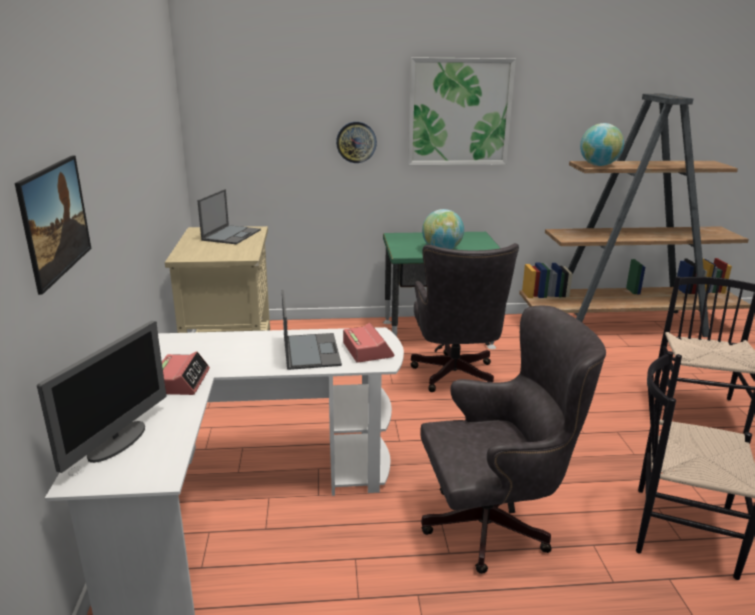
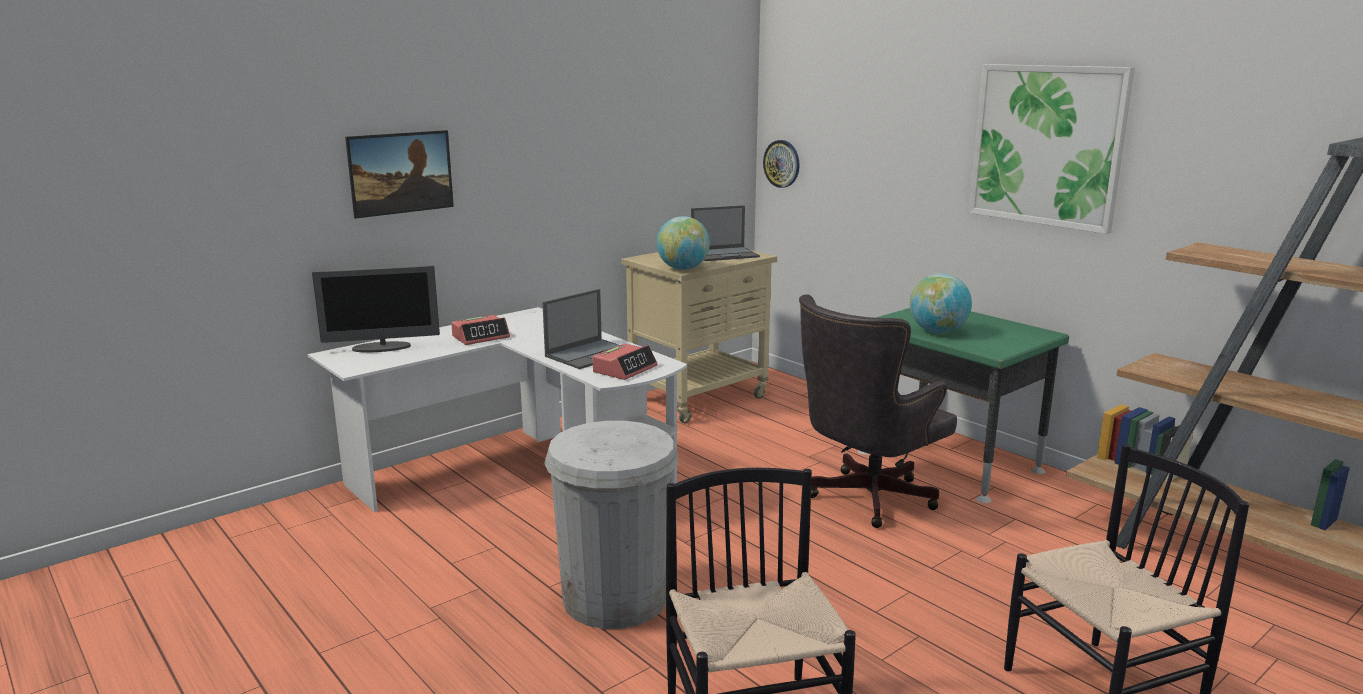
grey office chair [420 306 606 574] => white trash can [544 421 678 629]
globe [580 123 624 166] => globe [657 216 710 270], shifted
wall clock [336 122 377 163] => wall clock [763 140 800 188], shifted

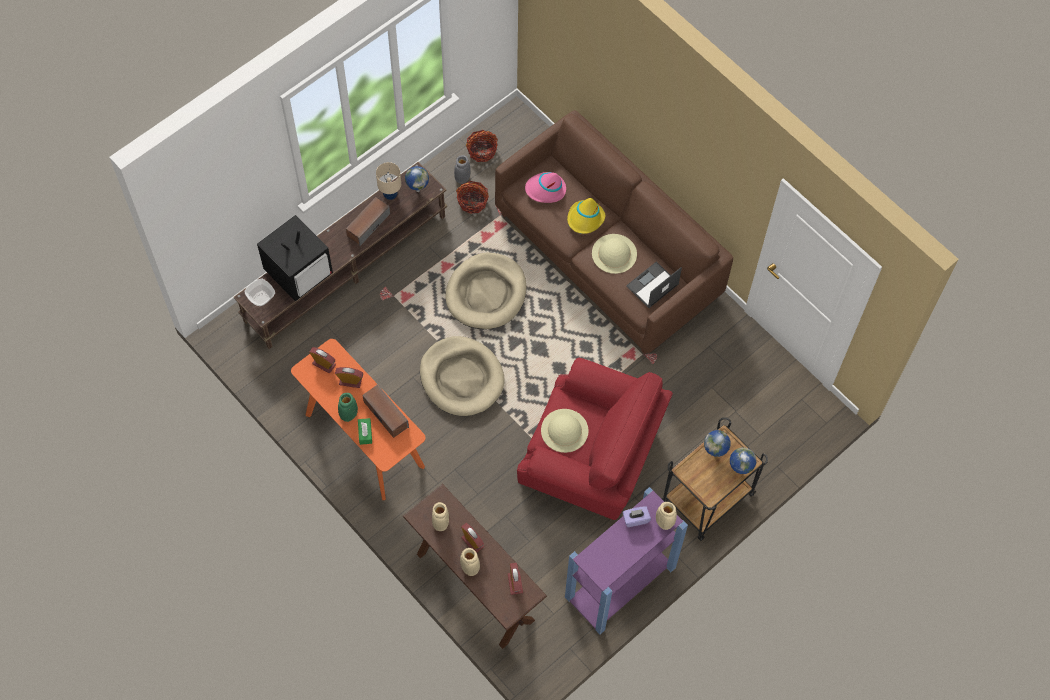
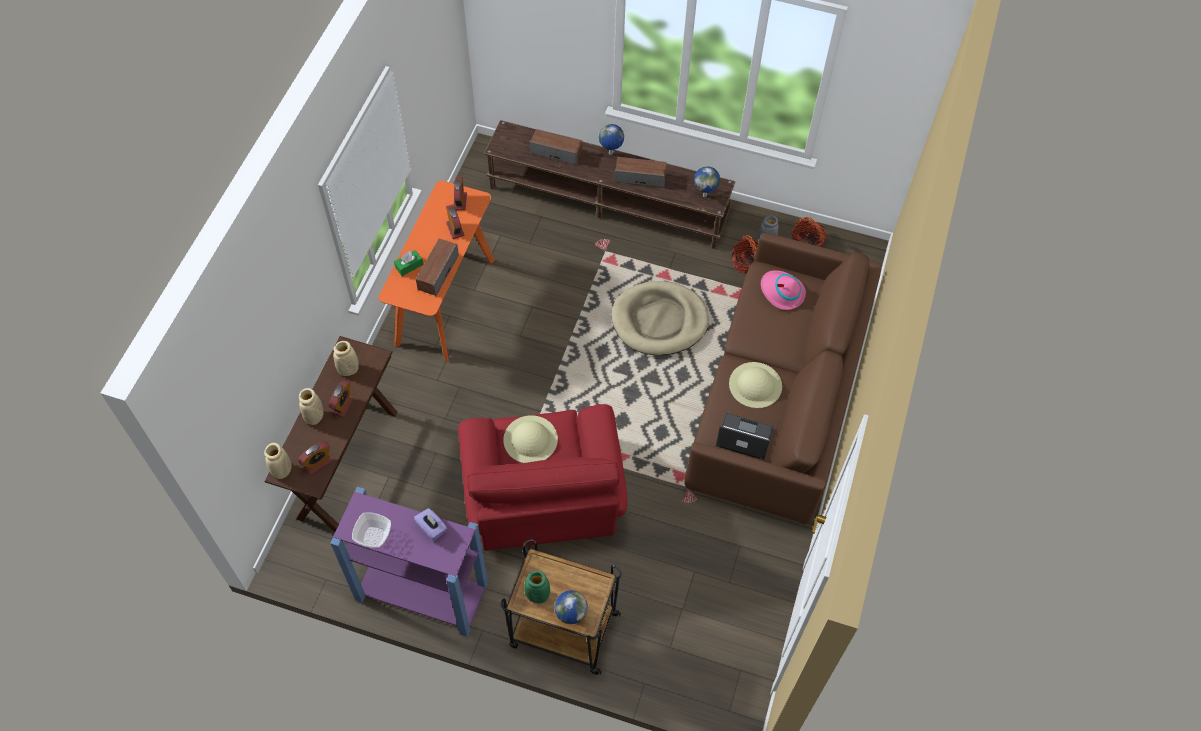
beige vase [656 502 677 530] => beige vase [264 443 292 479], shifted
bowl [244 278 275 306] => bowl [352 512 391 548], shifted
green vase [338 393 358 422] => green vase [524 571 550 604], shifted
television [257 215 333 302] => speaker [530 129 582 165]
globe [704 430 731 457] => globe [599 124 624 155], shifted
beige table lamp [376 162 401 200] => nothing
beige dog bed [420 336 505 416] => nothing
yellow hat [567 198 605 234] => nothing

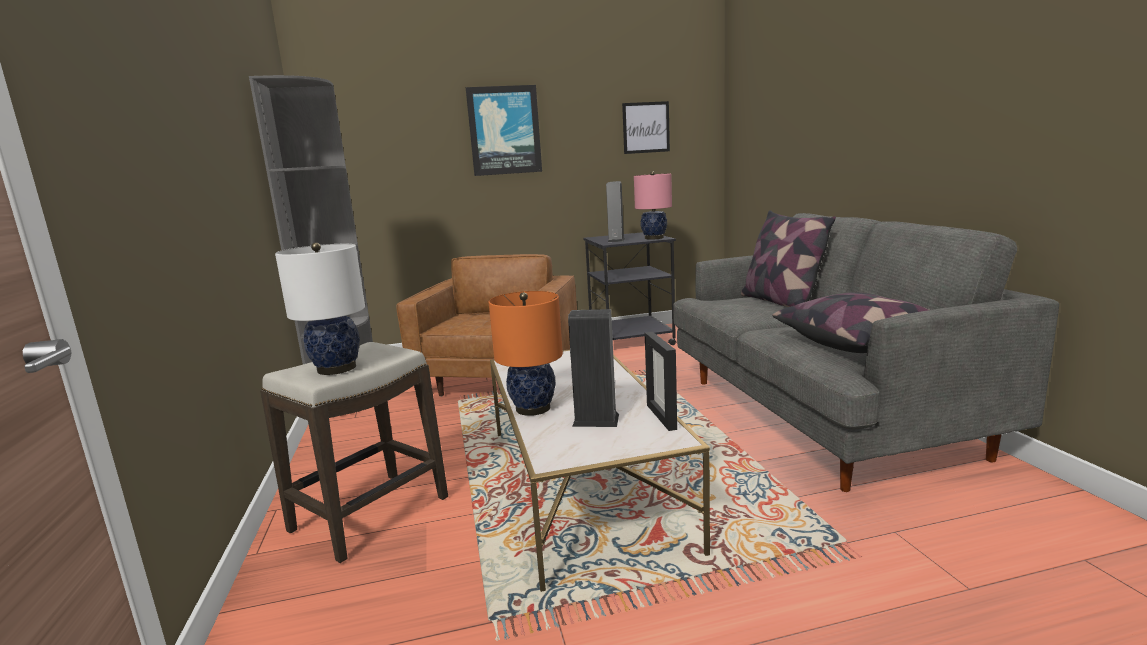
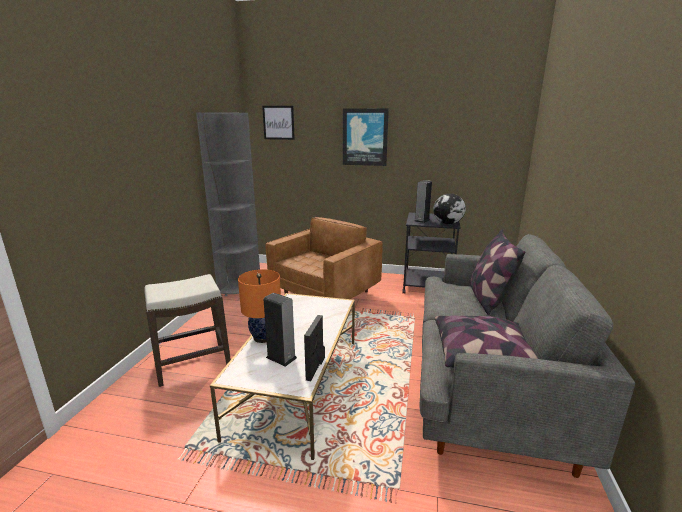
picture [622 101 670 154] => picture [262 106 295 140], shifted
pink table lamp [634 172 672 240] => globe [433 193 466 224]
white table lamp [275 242 365 375] => nothing

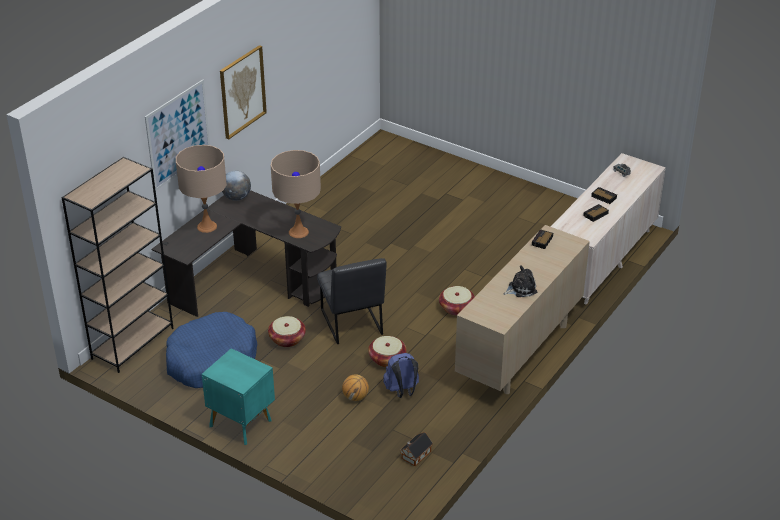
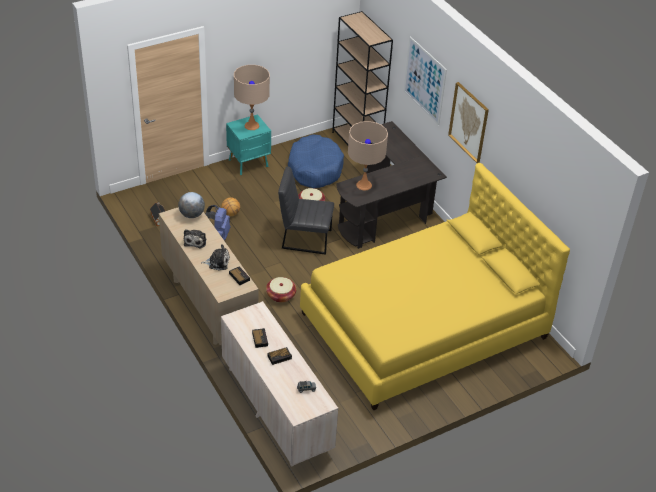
globe [222 171 251 201] => globe [178 192 205 218], shifted
nothing => plush toy [201 244 230 271]
beige table lamp [176 145 227 233] => beige table lamp [234 65 270 130], shifted
nothing => yellow bed [300 163 570 410]
basket [368 336 407 367] => nothing

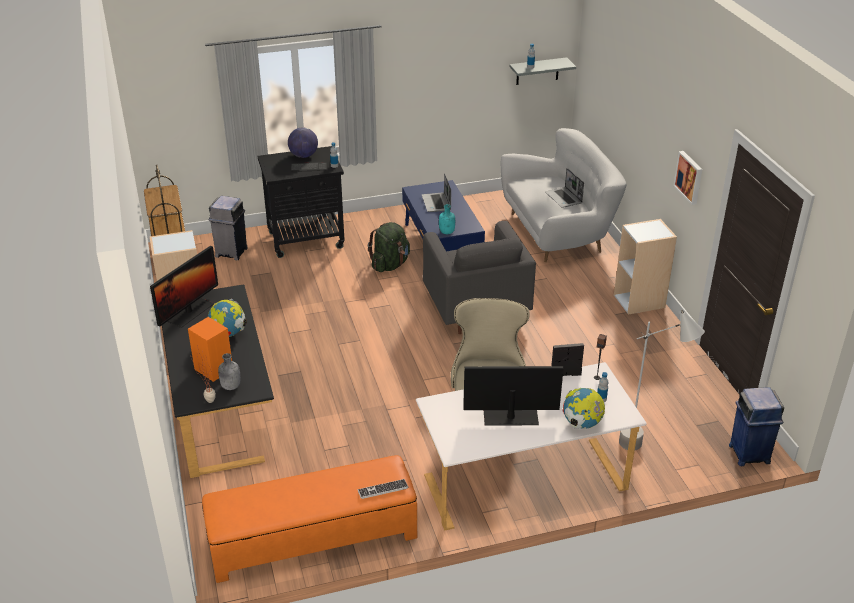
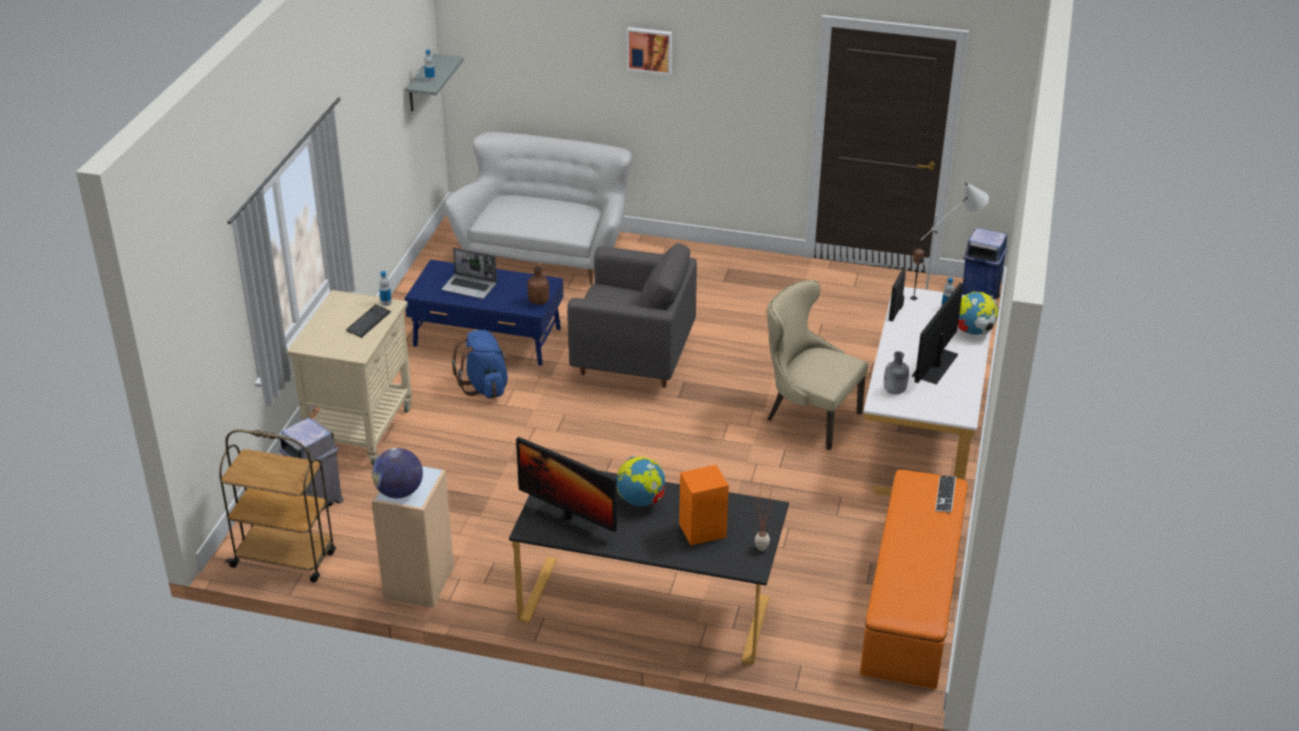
black cart [257 146 345 258] => beige cart [287 290 412 465]
globe [288 127 318 158] => globe [372 448 423 498], shifted
green backpack [368 222 410 272] => blue backpack [452 330 510 398]
monitor [150 246 218 328] => monitor [516 437 617 540], 150 degrees clockwise
turquoise bottle [439 204 455 234] => brown bottle [527 266 549 305]
picture [673 151 702 205] => picture [627 27 672 75], shifted
grey bottle [218 353 241 390] => grey bottle [884 351 909 394], shifted
laptop [545 168 584 208] => nothing
bookcase [614 219 677 315] => nothing

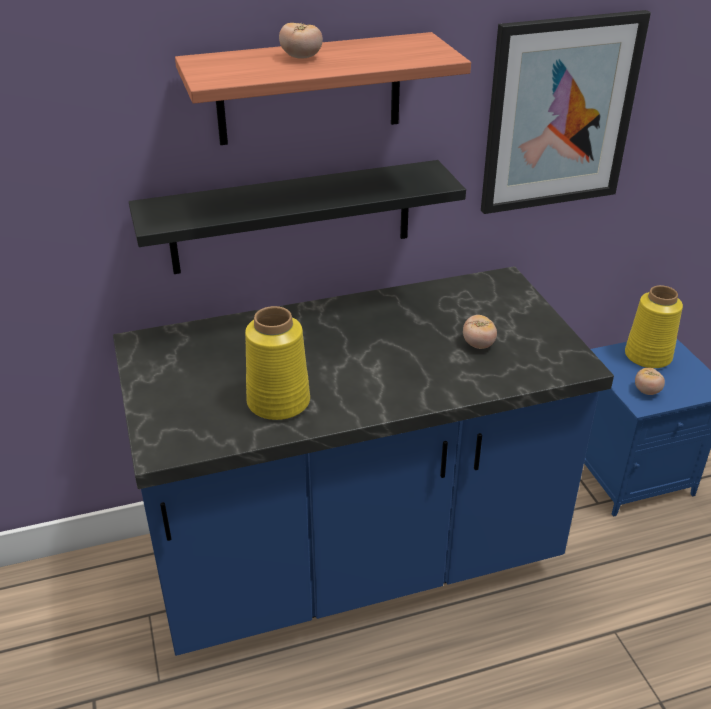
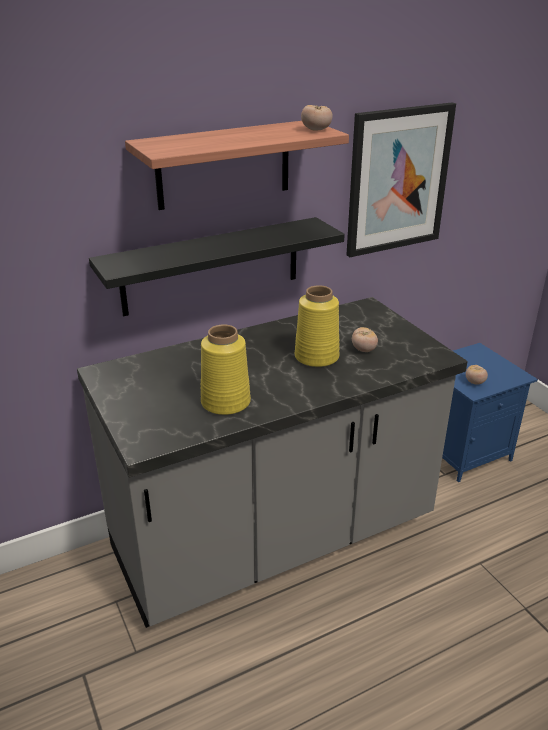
blue counter [113 266 614 656] => grey counter [77 297 468 628]
yellow vase [625 285 683 368] => yellow vase [295 285 339 367], shifted
tomato [279 23 323 58] => tomato [301 105 333 131], shifted

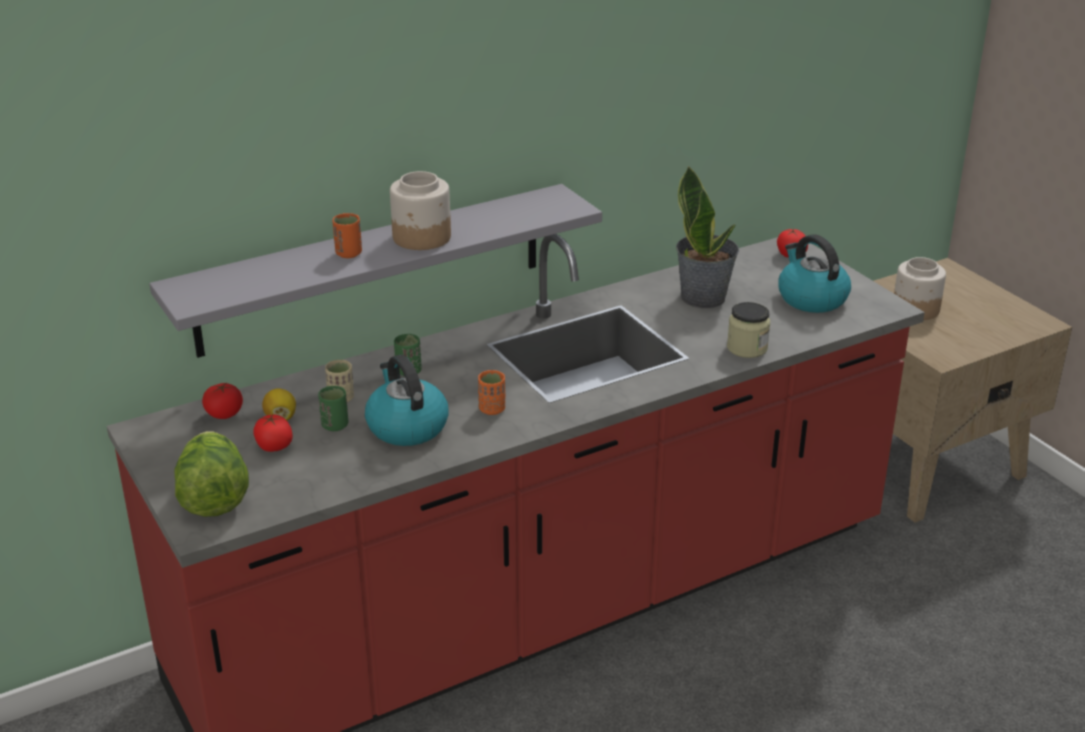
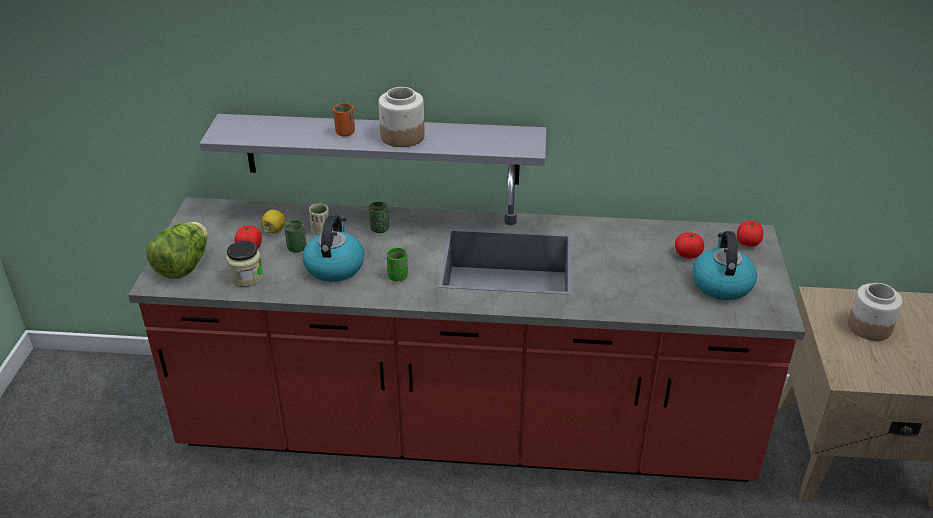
jar [727 302 770 358] => jar [226 241 263 287], shifted
orange cup [478 370 505 415] => green cup [387 247 408 281]
tomato [202 383 243 419] => tomato [675 233 704 259], shifted
potted plant [676 165 739 308] => nothing

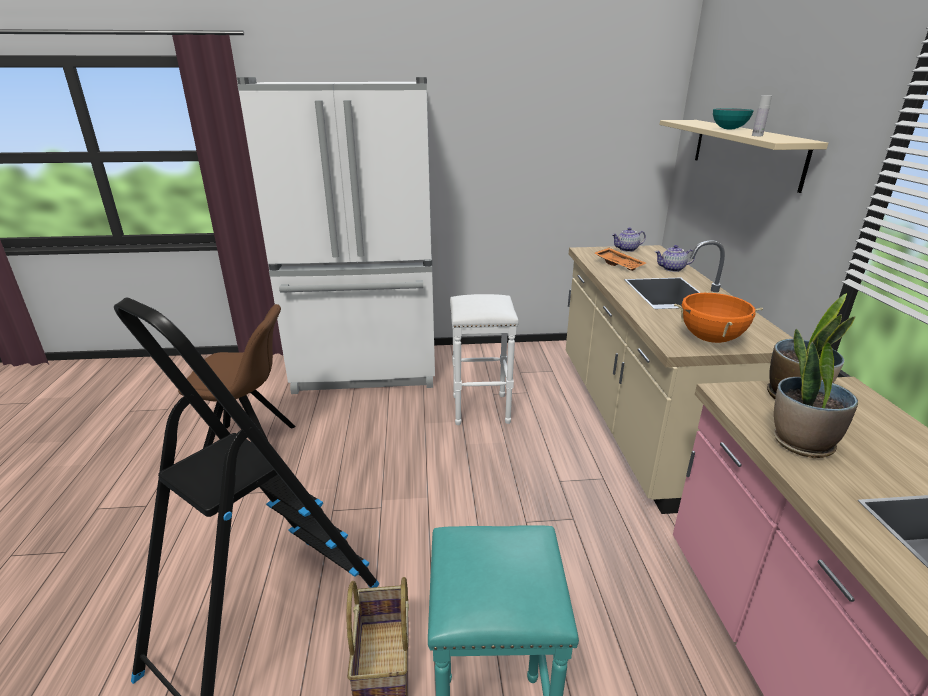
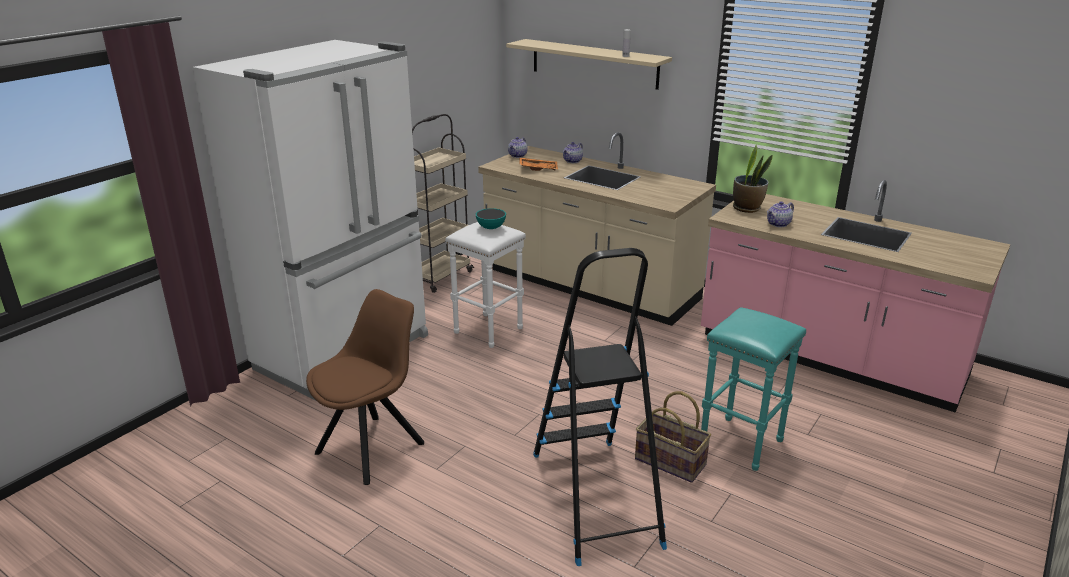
nothing => beige cart [412 114 474 293]
bowl [713 108 754 130] => bowl [476 208 506 229], shifted
potted plant [774 328 858 458] => teapot [767 201 794 227]
orange cooking pot [674 291 763 343] => nothing

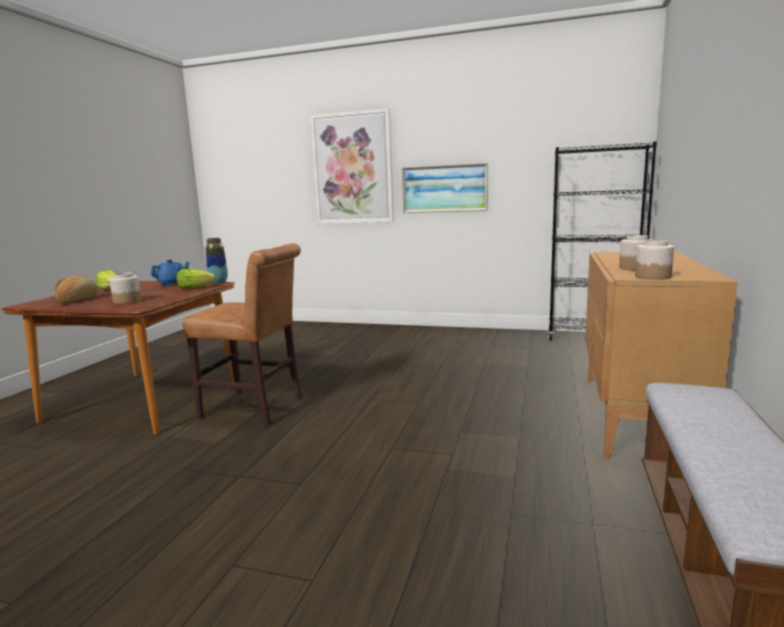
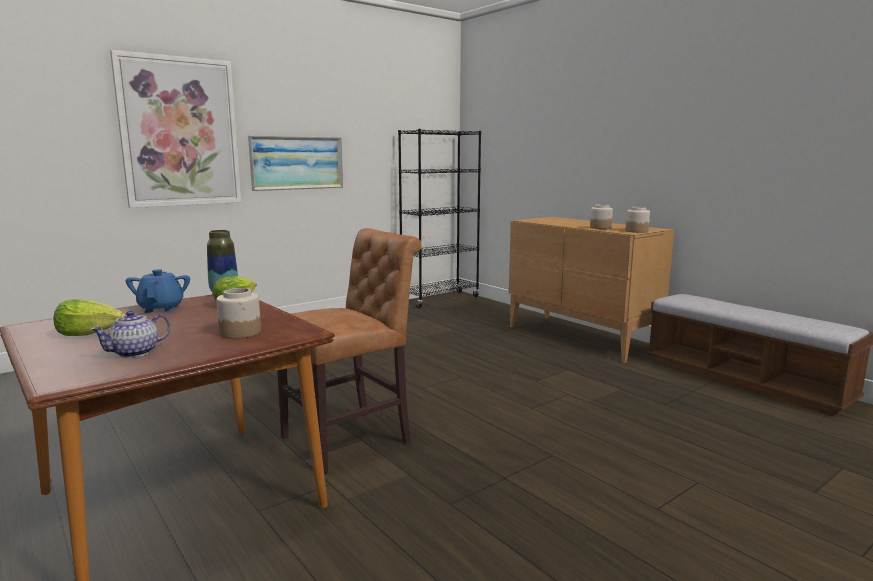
bread [55 276 99 304] => teapot [90 311 171 358]

